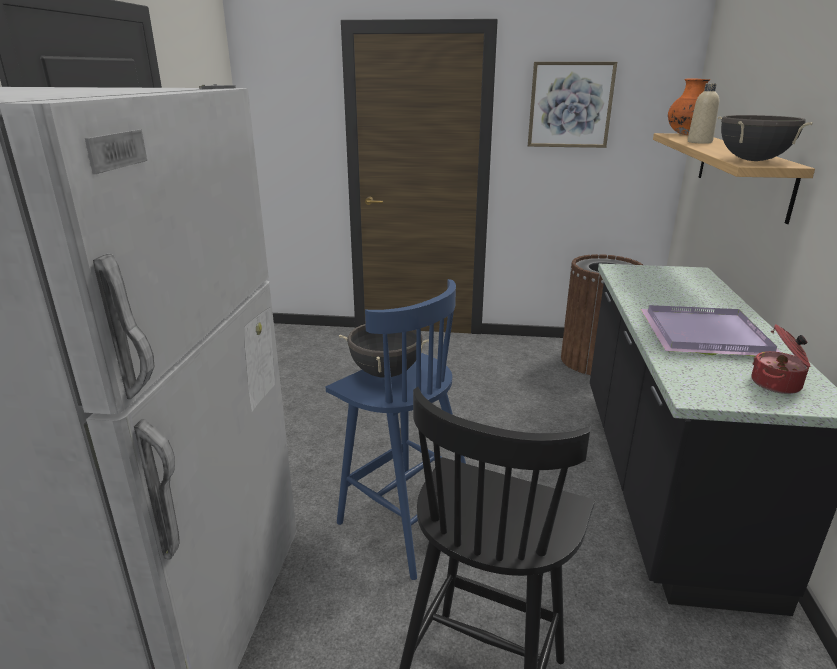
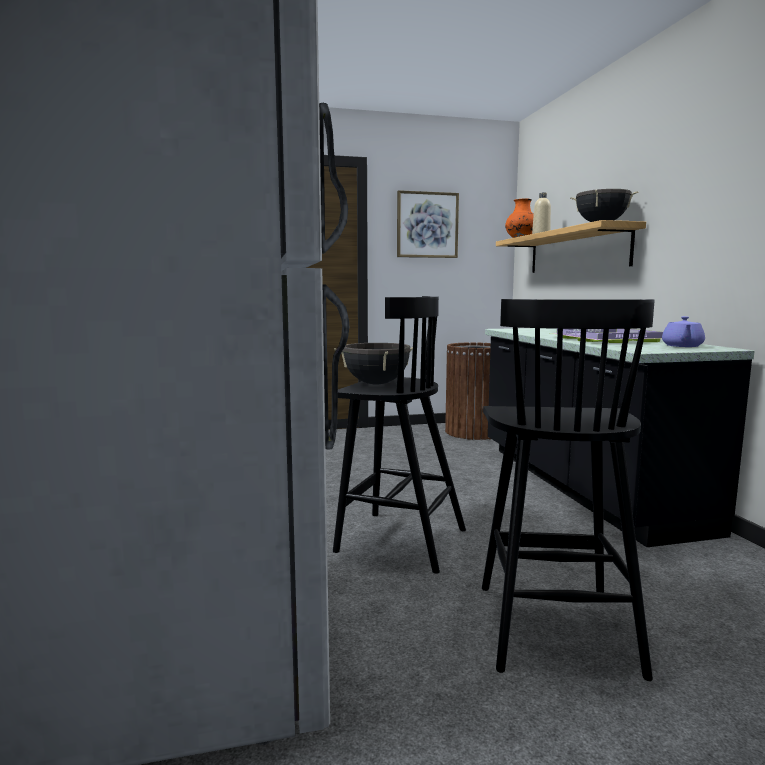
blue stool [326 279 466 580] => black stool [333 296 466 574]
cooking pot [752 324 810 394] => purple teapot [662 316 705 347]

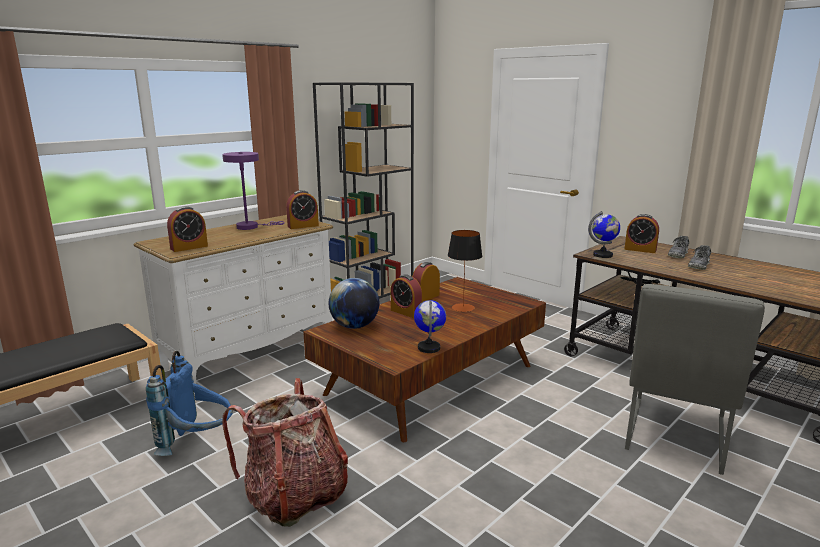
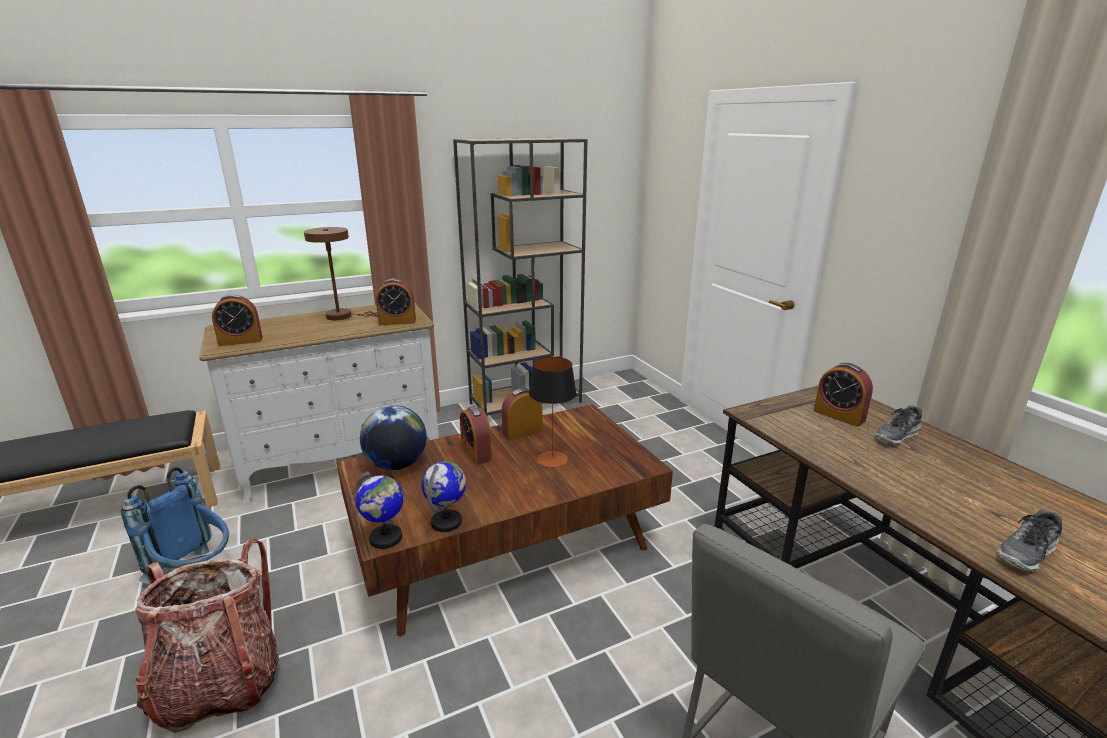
purple table lamp [222 152 285 230] => brown table lamp [304 227 378 320]
globe [588 211 620 258] => globe [356 471 404 549], shifted
shoe [688 245 711 270] => shoe [997 509 1062 572], shifted

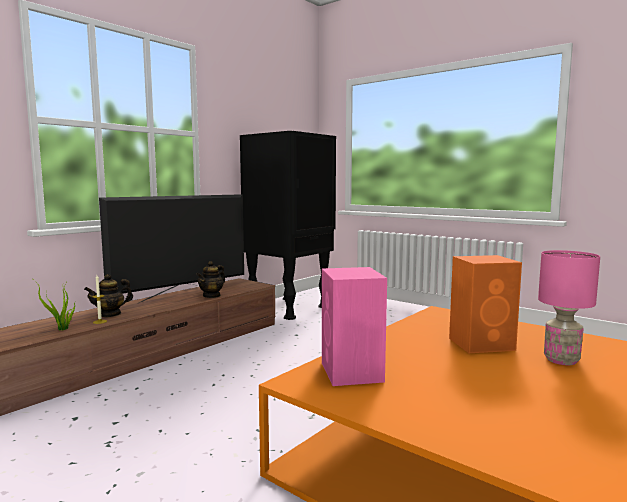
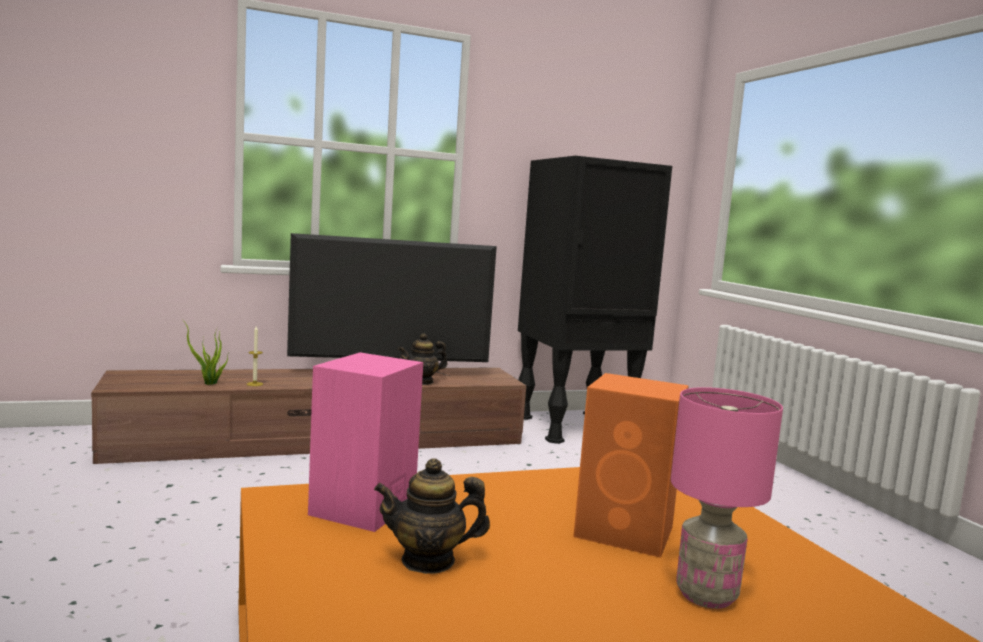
teapot [84 274 133 317] => teapot [374 458 490 574], shifted

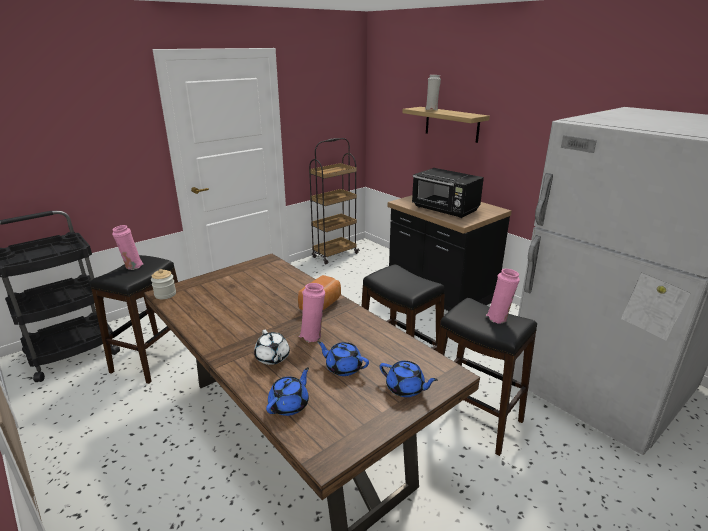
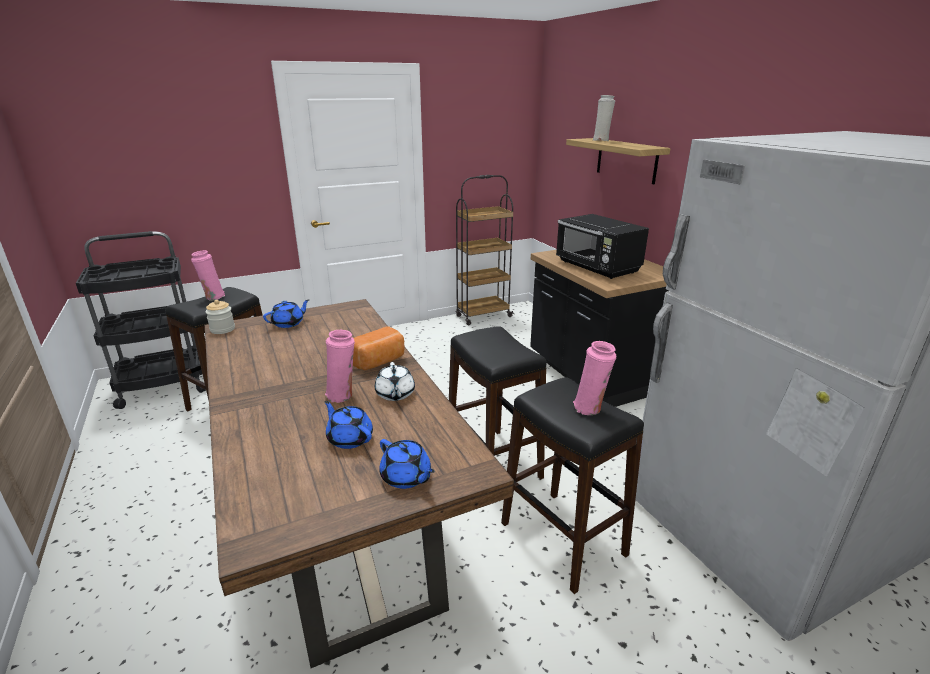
blue teapot [266 367 309 416] => blue teapot [263 299 310 328], shifted
white teapot [254 330 290 365] => white teapot [375 362 415 401], shifted

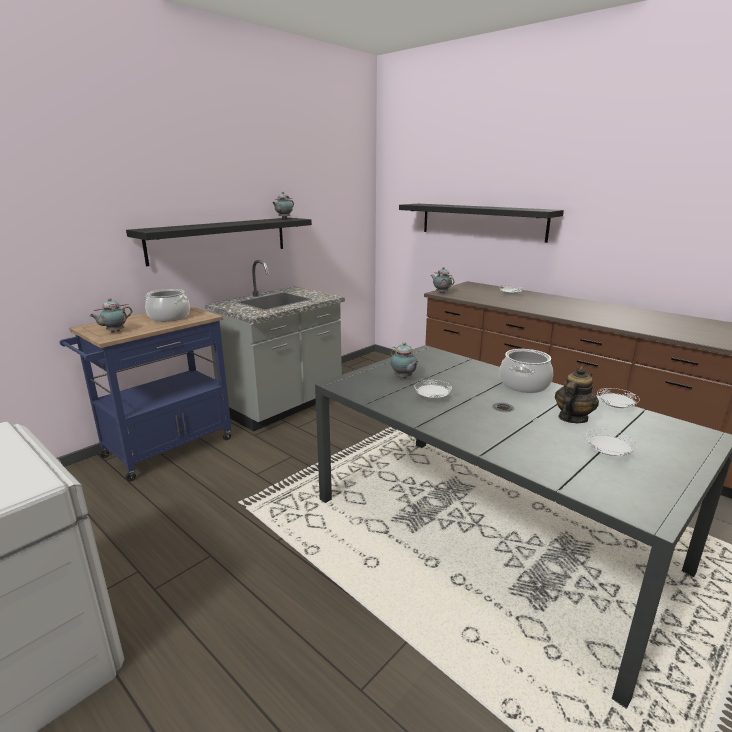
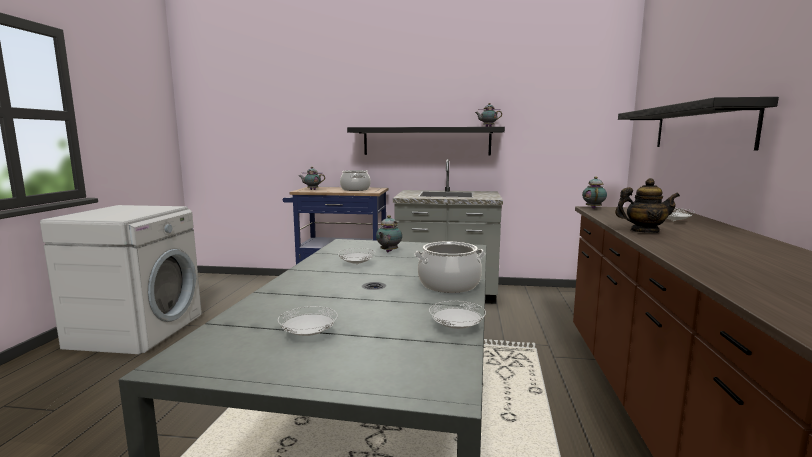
teapot [555 366 599 423] => teapot [615 178 680 233], shifted

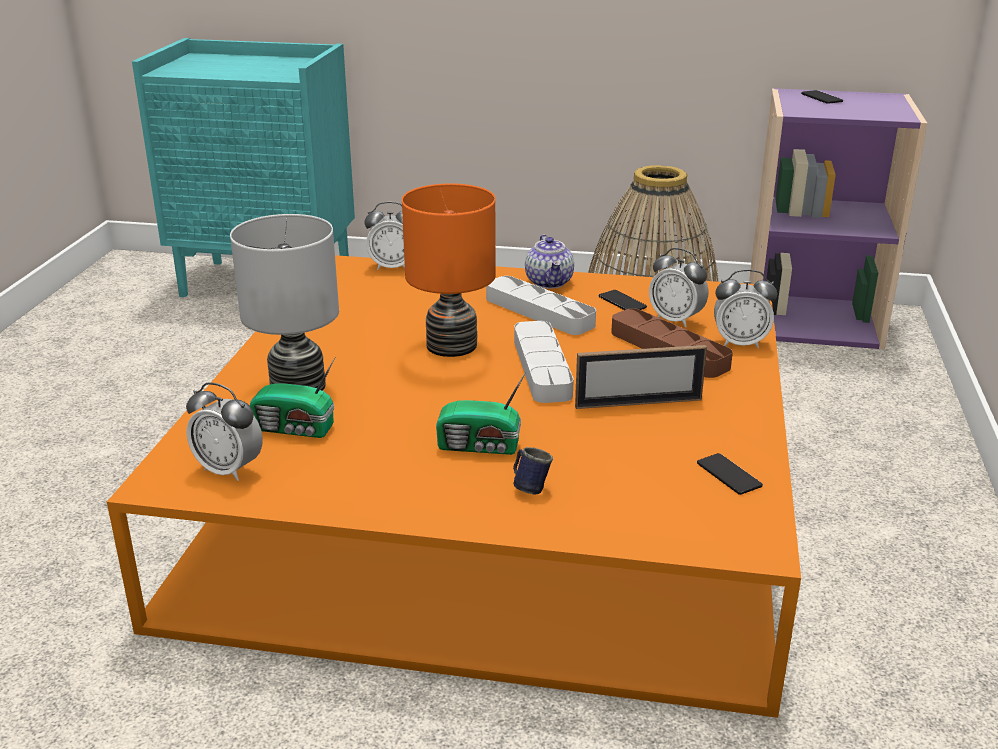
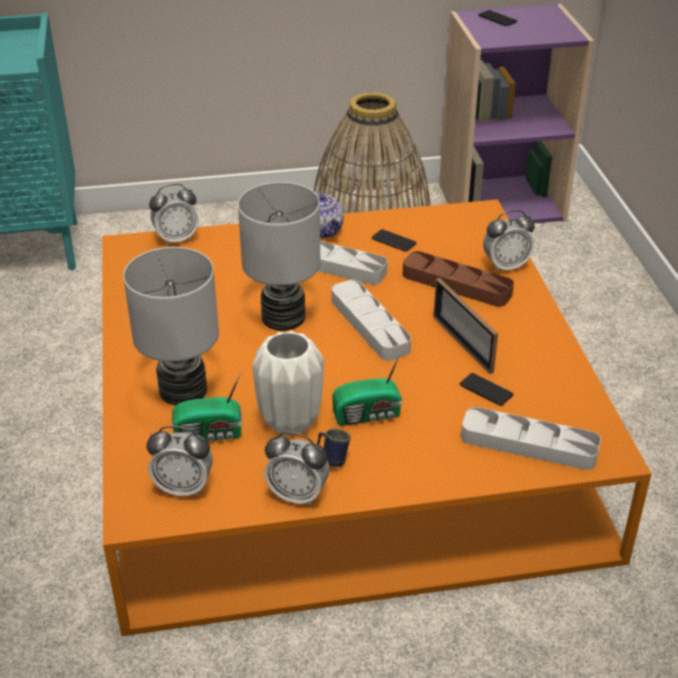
orange table lamp [402 183 495 357] => grey table lamp [238 182 320 331]
nothing => white vase [252 331 324 435]
alarm clock [649 248 708 327] => alarm clock [264 432 330 506], shifted
blue mug [513 447 553 494] => blue mug [317 429 351 467], shifted
picture frame [575 345 707 409] => picture frame [434 278 498 374], 90 degrees clockwise
phone [697 453 763 495] => phone [460 373 514 406], shifted
nothing => grey tray [461 407 601 470]

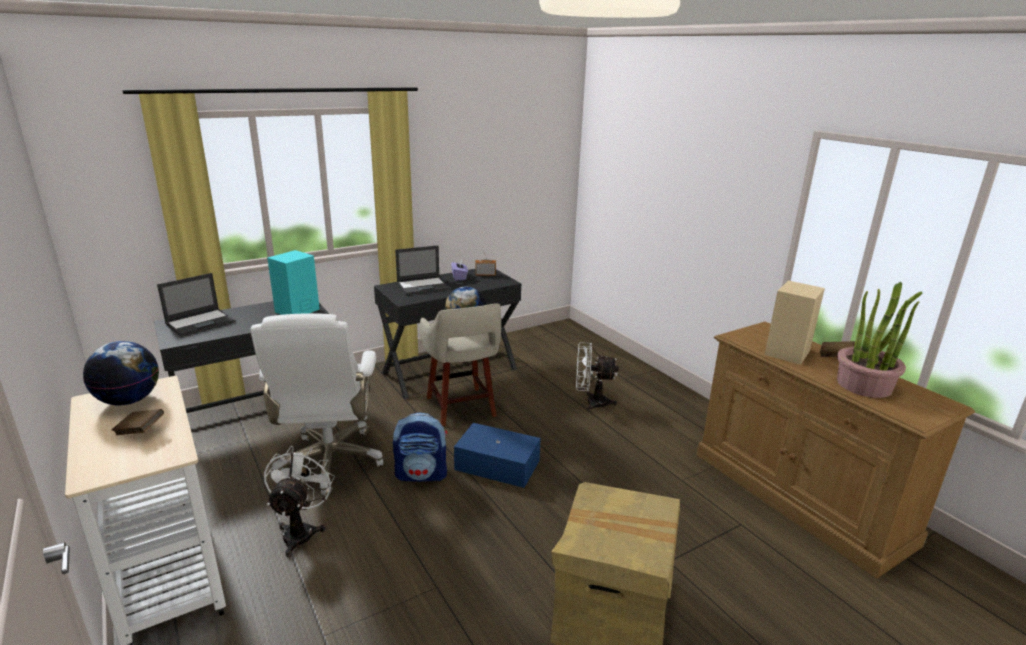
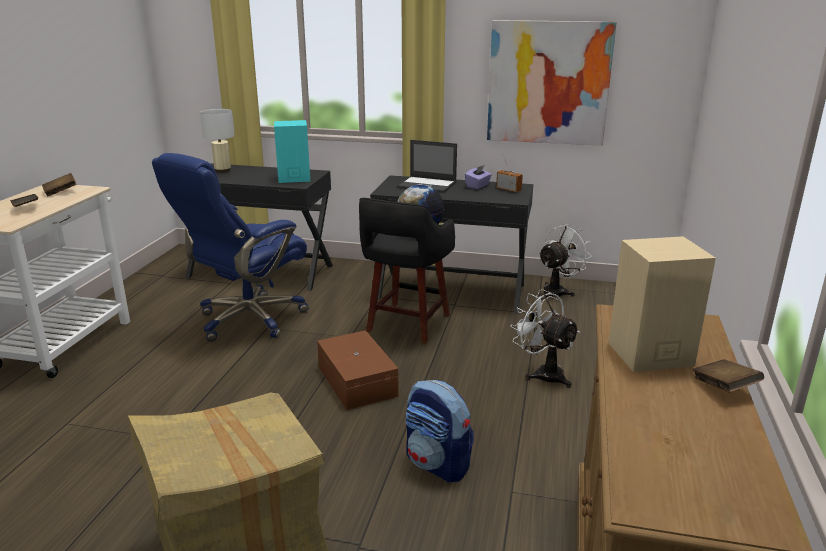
globe [83 341 159 405] => brown book [42 173 77 196]
white office chair [250 313 384 496] => blue office chair [152 153 309 342]
laptop [157 273 235 337] => white table lamp [200 109 235 173]
blue storage box [454 423 541 488] => brown storage box [317 330 399 410]
beige stool [419 303 501 427] => black stool [359 198 455 344]
backpack [393 412 448 482] => backpack [406 380 474 483], shifted
nothing => picture [487 20 616 146]
white fan [264 446 335 557] => white fan [538 224 592 300], shifted
potted plant [837 282 922 398] => nothing

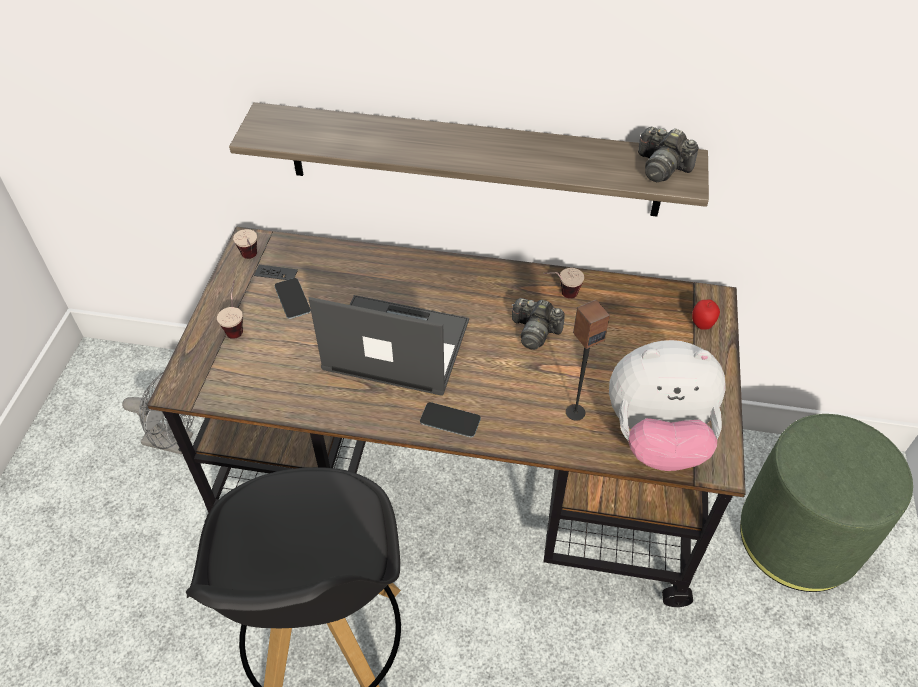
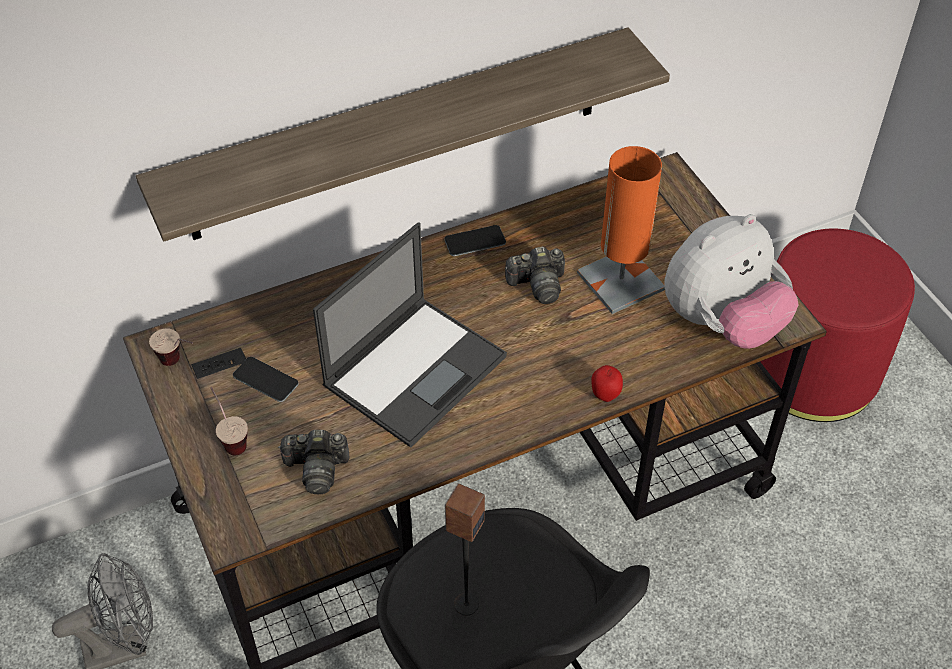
photo camera [638 126 699 182] => photo camera [278 430 349 494], shifted
laptop [309 295 469 396] => laptop [313 222 507 448], 150 degrees clockwise
phone [420 402 481 438] => phone [444 225 506 256], shifted
speaker [566 299 610 421] => speaker [445 483 485 615], shifted
nothing => orange table lamp [577 146 665 314]
apple [692 299 720 330] => apple [591 365 623 402], shifted
green ottoman [740 414 913 592] => red ottoman [760 228 915 422]
cup [543 268 584 299] => nothing

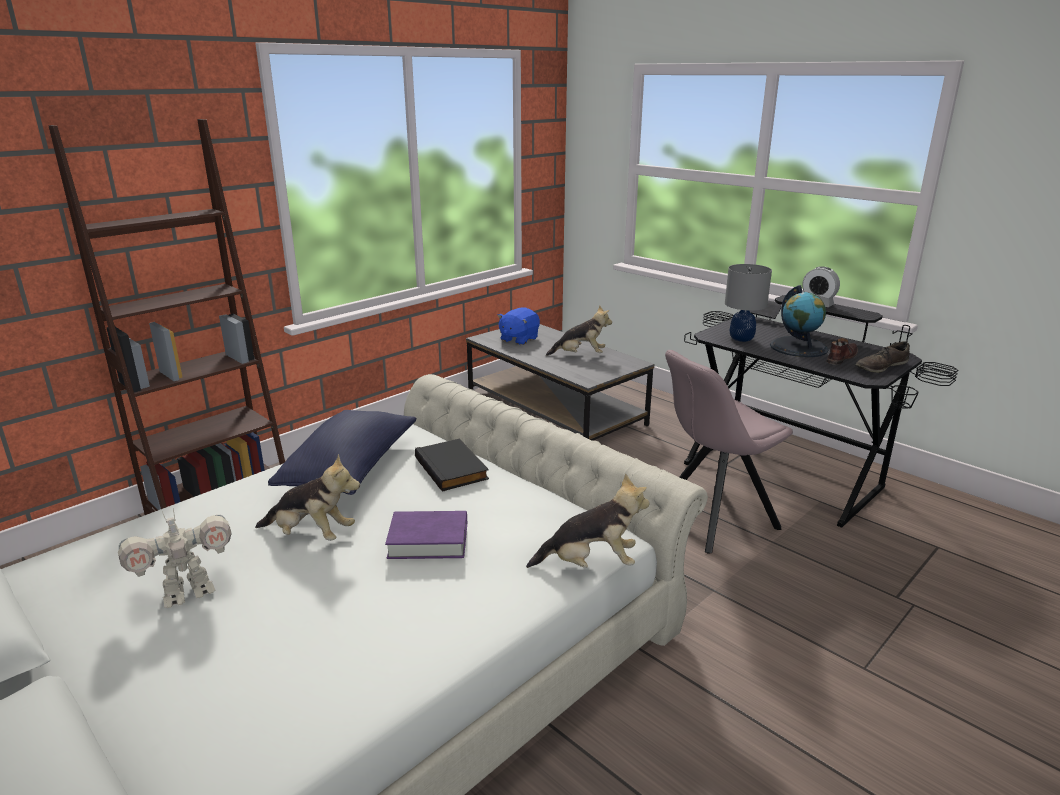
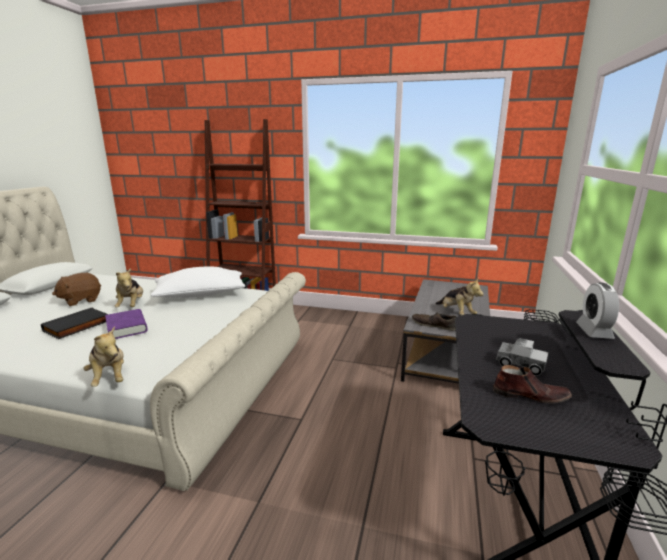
black book [415 438 489 492] => black book [41 308 108 339], shifted
toy robot [118 508 232 608] => brown plush toy [52 273 101 306]
blue pillow [268 410 417 495] => white pillow [150 266 245 298]
brown shoe [855 342 910 373] => brown shoe [412 312 456 331], shifted
globe [770 285 829 357] => toy truck [496 338 548 376]
blue plush toy [497 307 540 345] => nothing
pink chair [665 350 793 554] => nothing
grey table lamp [725 264 772 342] => nothing

